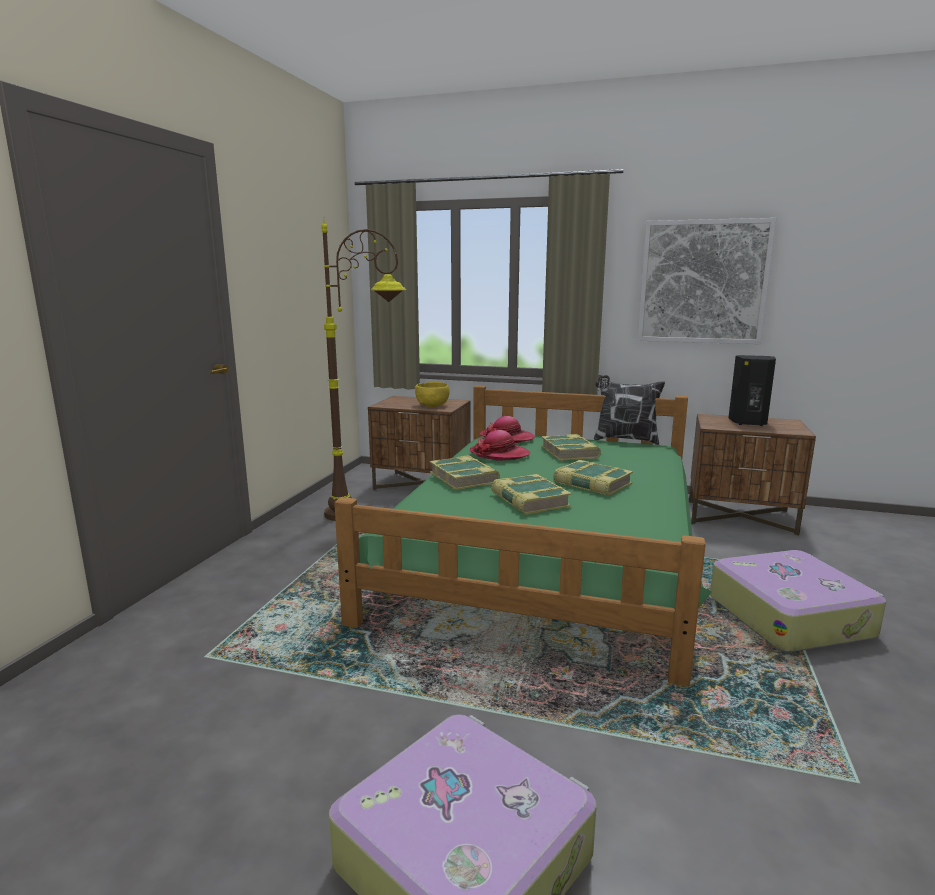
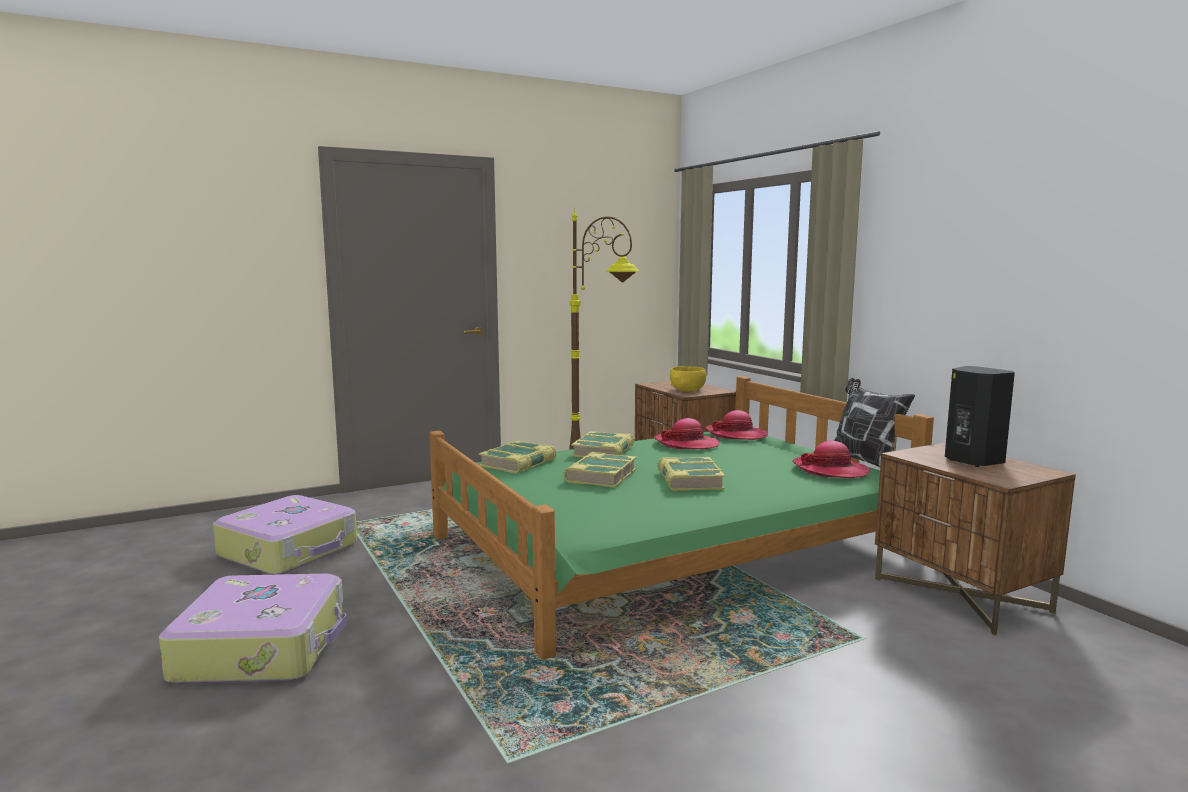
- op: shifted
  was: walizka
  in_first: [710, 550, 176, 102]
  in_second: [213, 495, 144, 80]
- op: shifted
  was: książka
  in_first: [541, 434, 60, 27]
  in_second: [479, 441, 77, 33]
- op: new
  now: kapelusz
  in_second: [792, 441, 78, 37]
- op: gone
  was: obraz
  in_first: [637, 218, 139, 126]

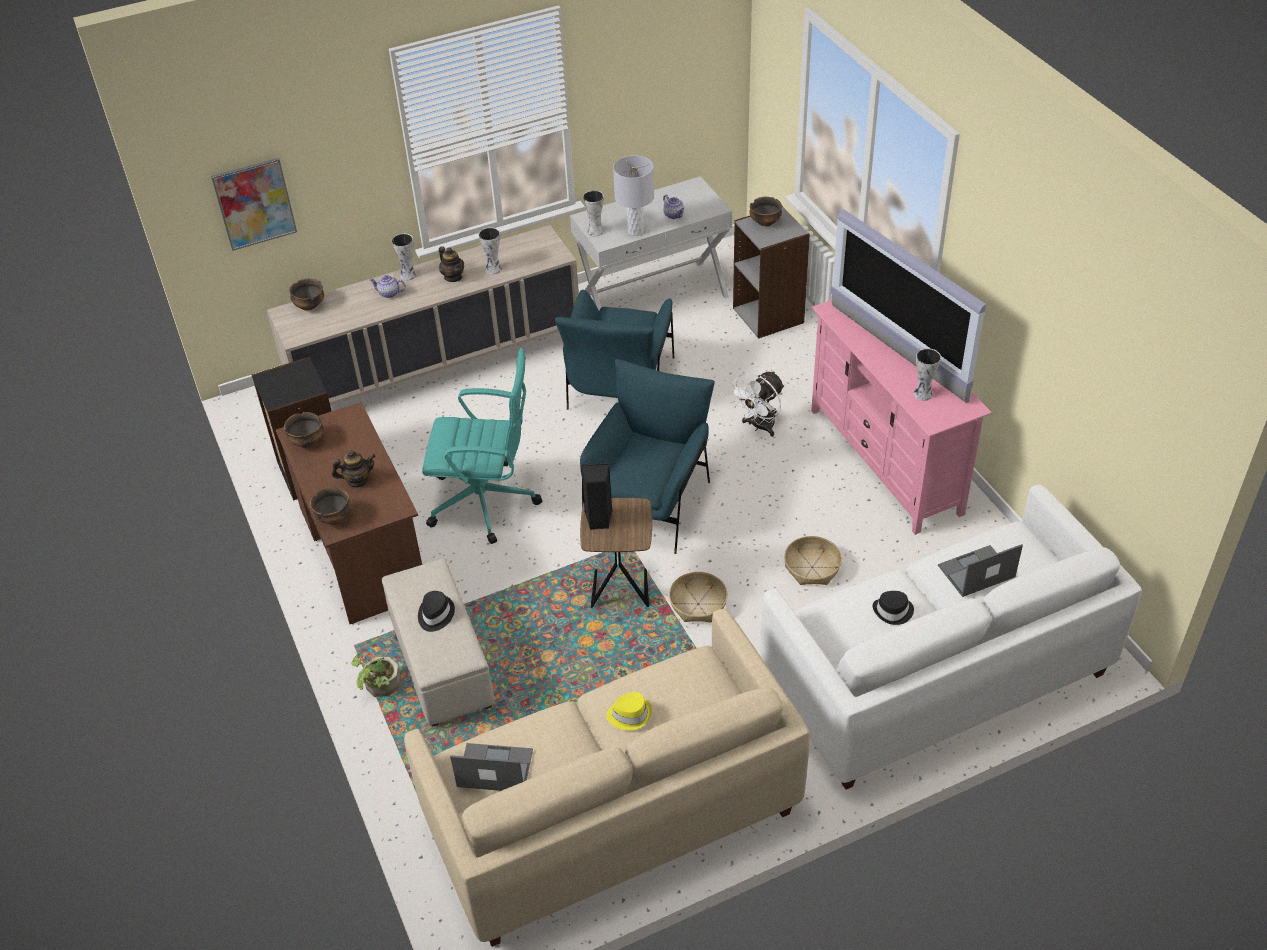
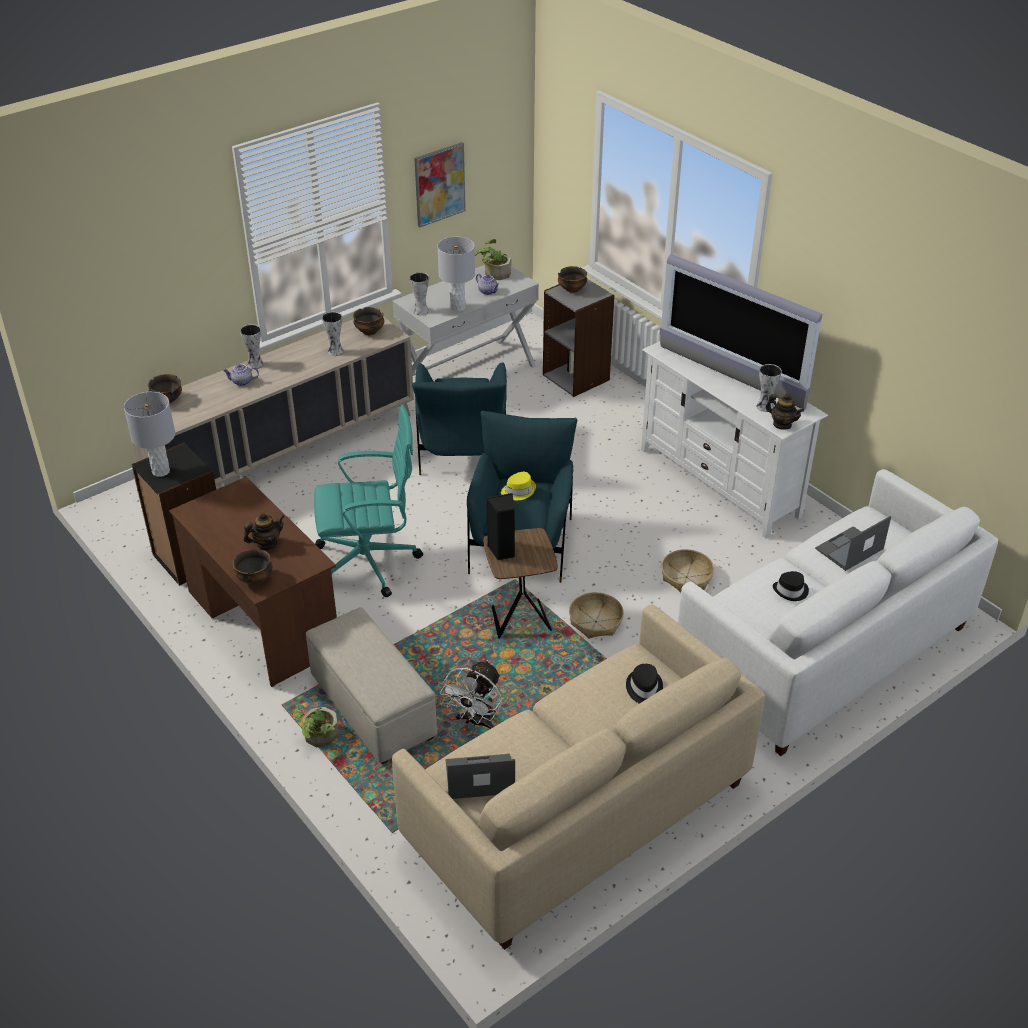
- op: new
  now: lampa stołowa/szary
  in_second: [124, 392, 51, 85]
- op: shifted
  was: miska
  in_first: [284, 412, 40, 36]
  in_second: [353, 307, 31, 28]
- op: shifted
  was: obraz
  in_first: [211, 158, 86, 93]
  in_second: [414, 142, 52, 85]
- op: shifted
  was: wentylator/biały
  in_first: [729, 371, 56, 66]
  in_second: [440, 660, 62, 69]
- op: new
  now: roślina doniczkowa
  in_second: [475, 239, 36, 41]
- op: shifted
  was: kapelusz/żółty
  in_first: [606, 692, 46, 39]
  in_second: [501, 472, 35, 28]
- op: shifted
  was: kapelusz/czarny
  in_first: [418, 591, 37, 41]
  in_second: [626, 664, 37, 40]
- op: repainted
  was: szafka pod telewizor/różowy
  now: szafka pod telewizor/biały
  in_first: [811, 300, 181, 235]
  in_second: [641, 341, 187, 197]
- op: shifted
  was: imbryk
  in_first: [439, 246, 25, 36]
  in_second: [766, 394, 38, 36]

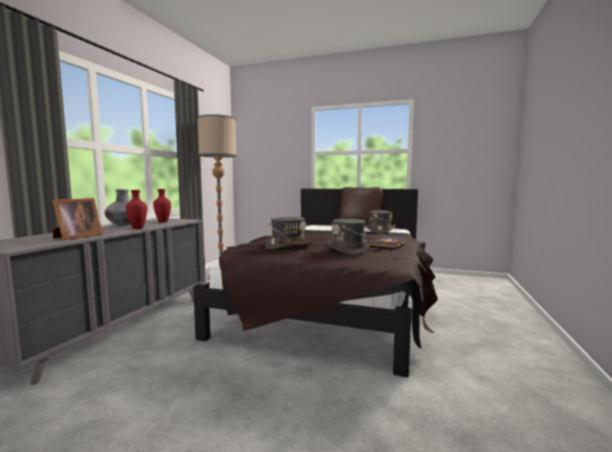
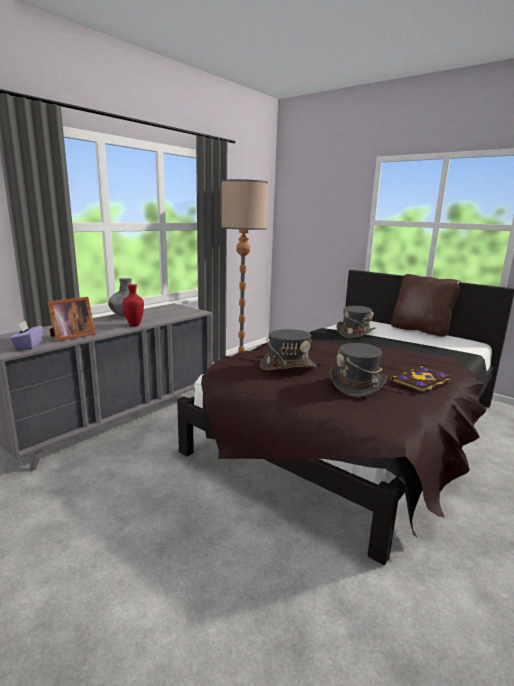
- op: new
  now: pudełko chusteczek/fioletowy
  in_second: [10, 321, 33, 29]
- op: shifted
  was: kapelusz/szary
  in_first: [365, 211, 30, 23]
  in_second: [337, 306, 38, 32]
- op: gone
  was: wazon/czerwony
  in_first: [153, 189, 18, 33]

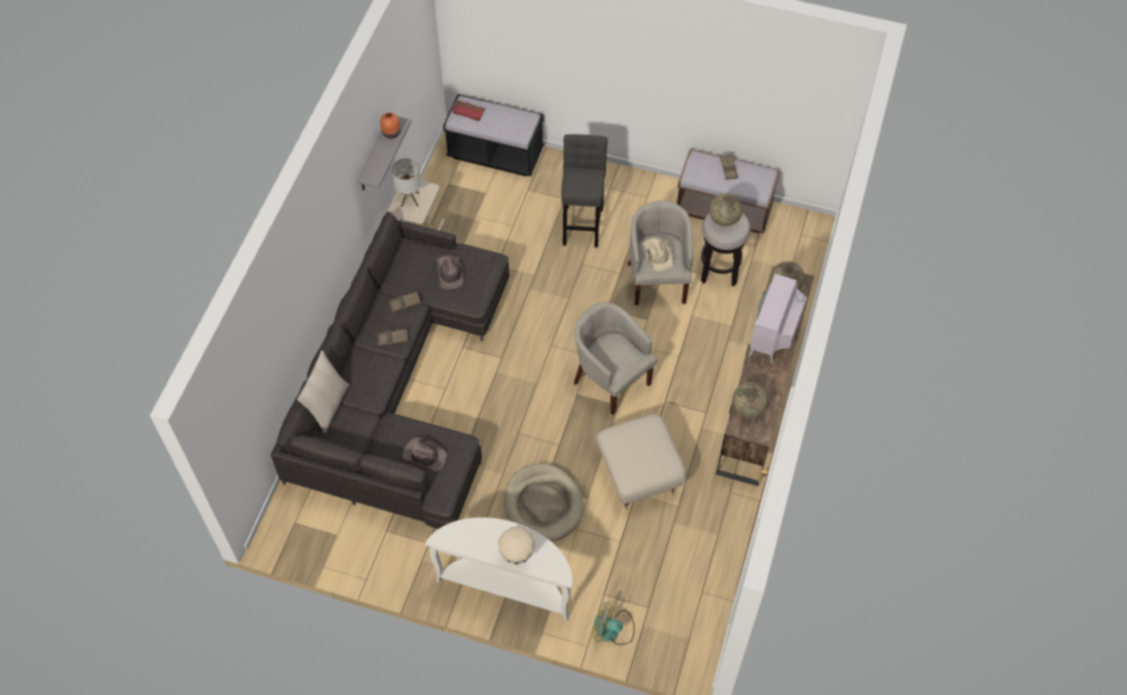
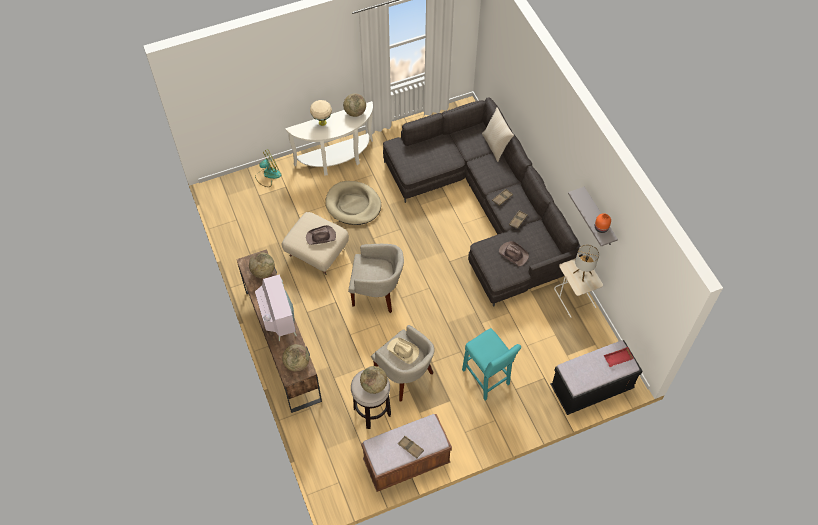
- op: shifted
  was: kapelusz/brązowy
  in_first: [403, 437, 44, 35]
  in_second: [306, 225, 30, 20]
- op: new
  now: globus
  in_second: [343, 93, 23, 24]
- op: repainted
  was: stołek/szary
  now: stołek/turkusowy
  in_first: [561, 134, 47, 114]
  in_second: [462, 328, 59, 73]

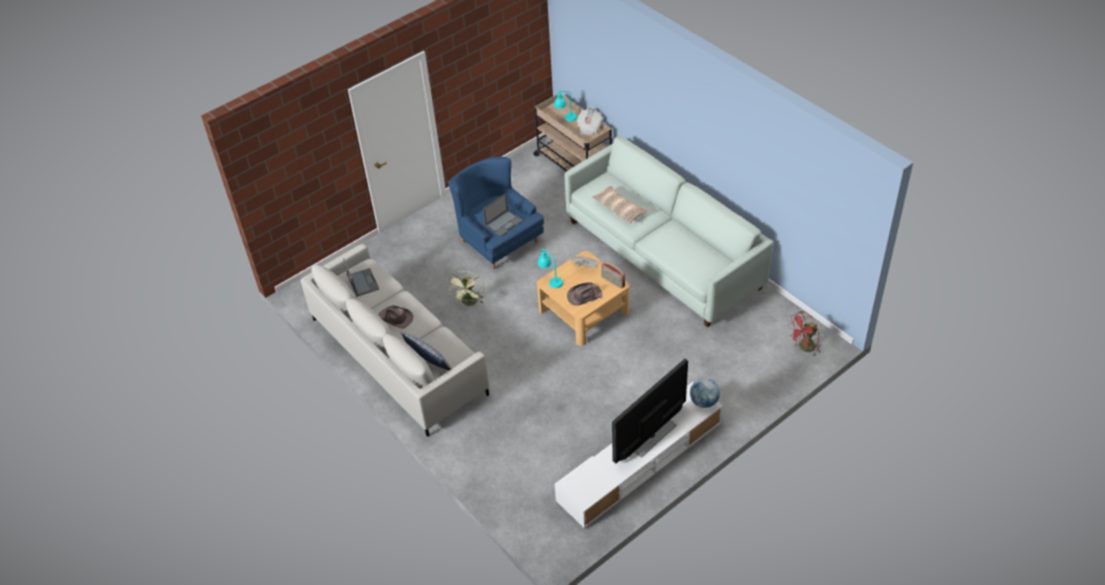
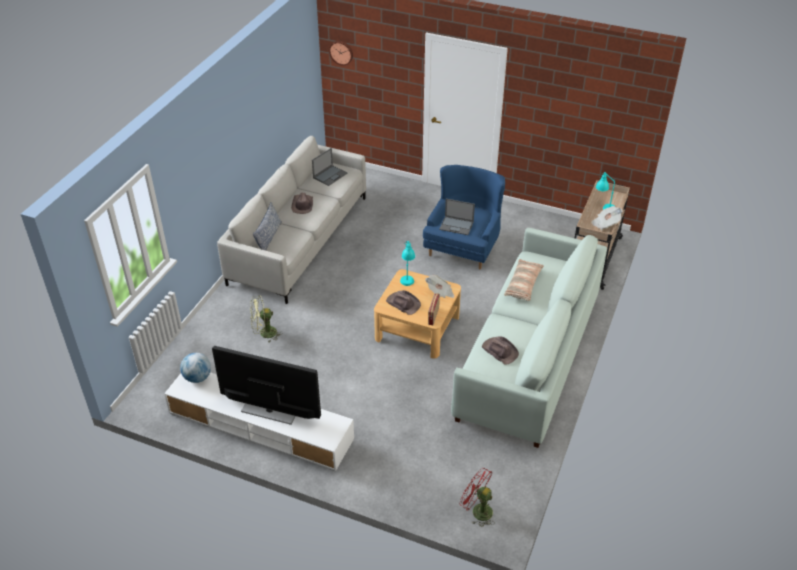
- op: shifted
  was: globus
  in_first: [690, 378, 30, 30]
  in_second: [180, 353, 31, 30]
- op: shifted
  was: wentylator/zielony
  in_first: [448, 271, 36, 35]
  in_second: [250, 295, 33, 48]
- op: new
  now: zegar ścienny
  in_second: [329, 41, 24, 25]
- op: new
  now: kapelusz/brązowy
  in_second: [482, 336, 37, 29]

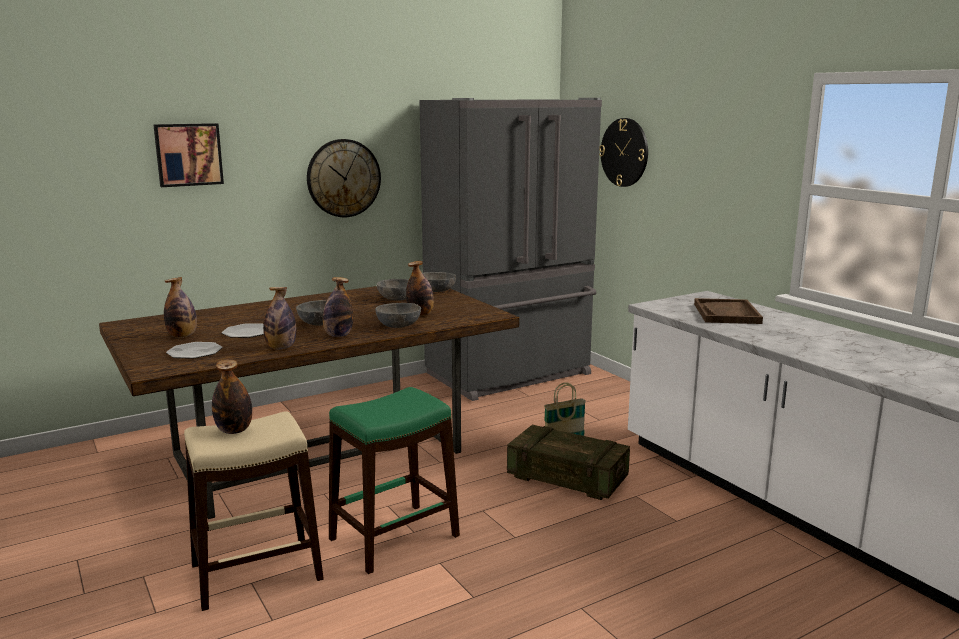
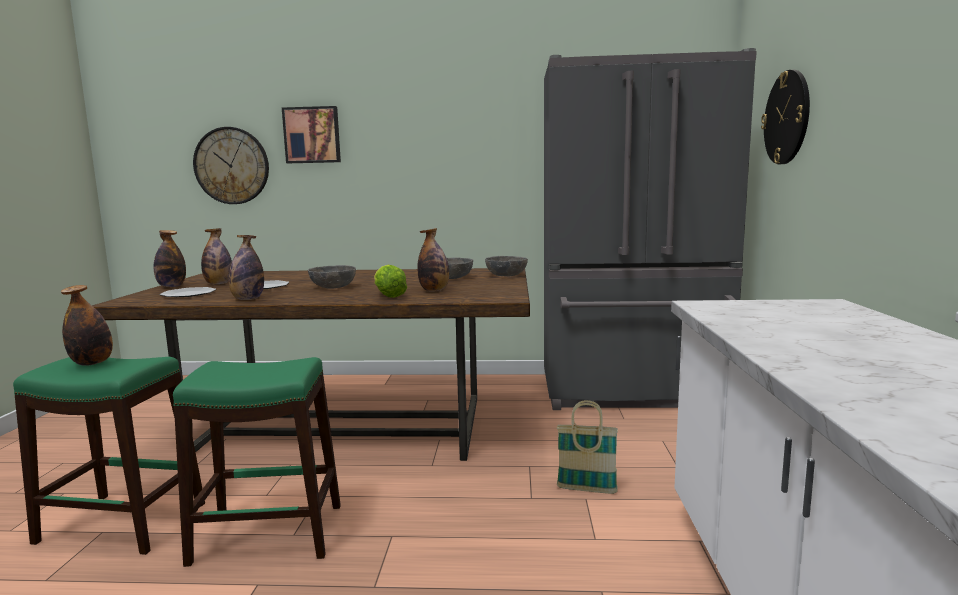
- op: repainted
  was: stołek/beżowy
  now: stołek/zielony
  in_first: [184, 411, 140, 200]
  in_second: [13, 357, 192, 198]
- op: shifted
  was: butelka
  in_first: [323, 277, 30, 60]
  in_second: [154, 230, 32, 57]
- op: shifted
  was: zegar ścienny
  in_first: [307, 139, 74, 78]
  in_second: [193, 127, 76, 77]
- op: swapped
  was: miska/szary
  now: sałata
  in_first: [375, 303, 46, 25]
  in_second: [374, 265, 33, 33]
- op: gone
  was: skrzynka
  in_first: [507, 425, 123, 75]
- op: gone
  was: taca/brązowy
  in_first: [694, 298, 69, 26]

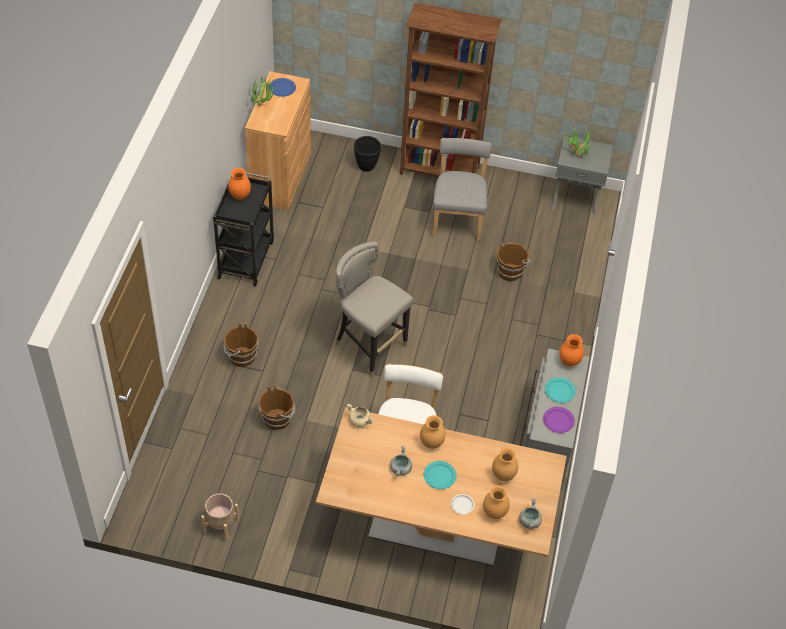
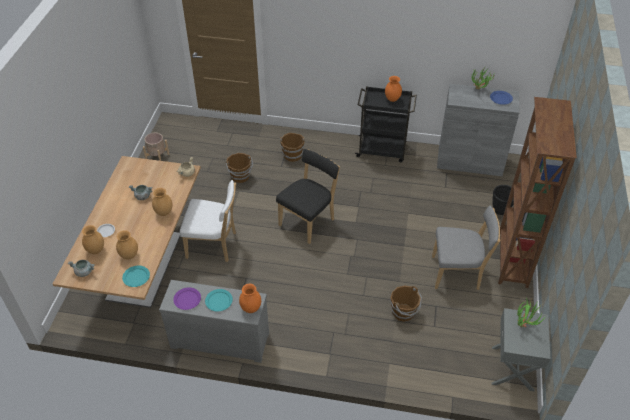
- op: shifted
  was: talerz/turkusowy
  in_first: [424, 461, 32, 28]
  in_second: [122, 266, 28, 21]
- op: swapped
  was: stołek/szary
  now: krzesło/czarny
  in_first: [335, 242, 79, 135]
  in_second: [276, 149, 64, 95]
- op: repainted
  was: szafka/brązowy
  now: szafka/szary
  in_first: [245, 71, 66, 139]
  in_second: [437, 84, 82, 92]

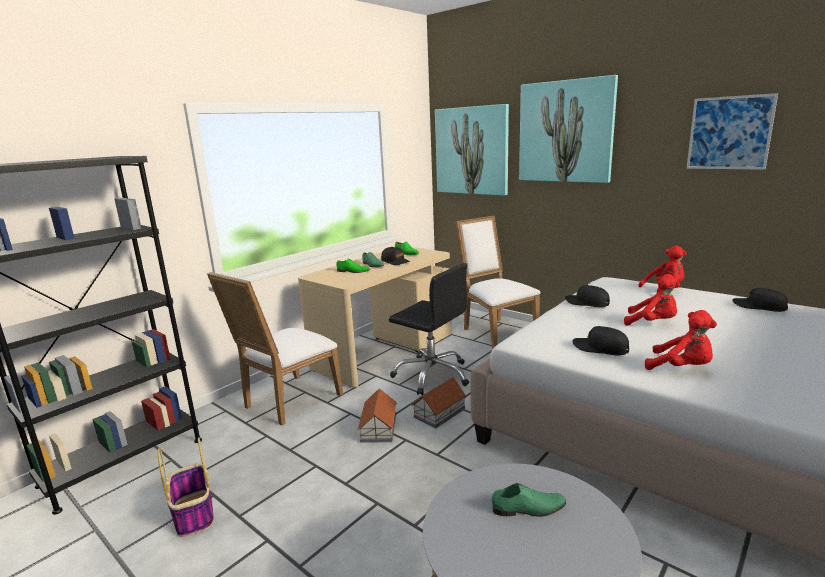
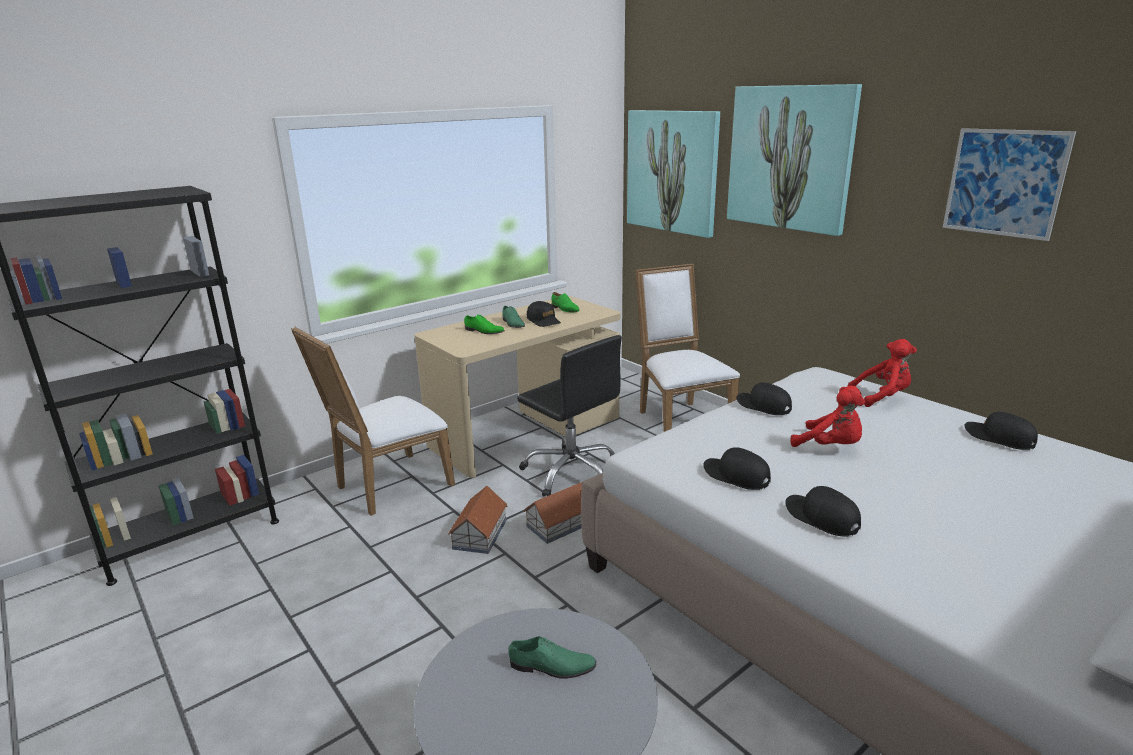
- op: swapped
  was: pluszak/czerwony
  now: czapka z daszkiem/czarny
  in_first: [645, 310, 72, 60]
  in_second: [785, 486, 76, 51]
- op: gone
  was: koszyk
  in_first: [158, 437, 56, 100]

